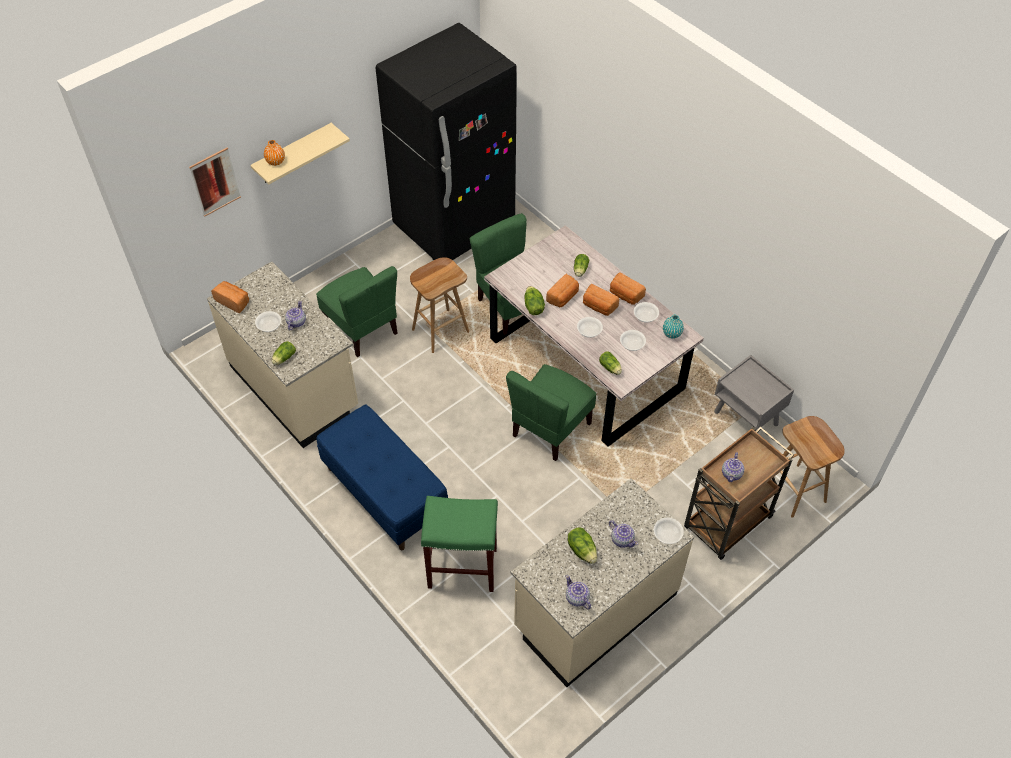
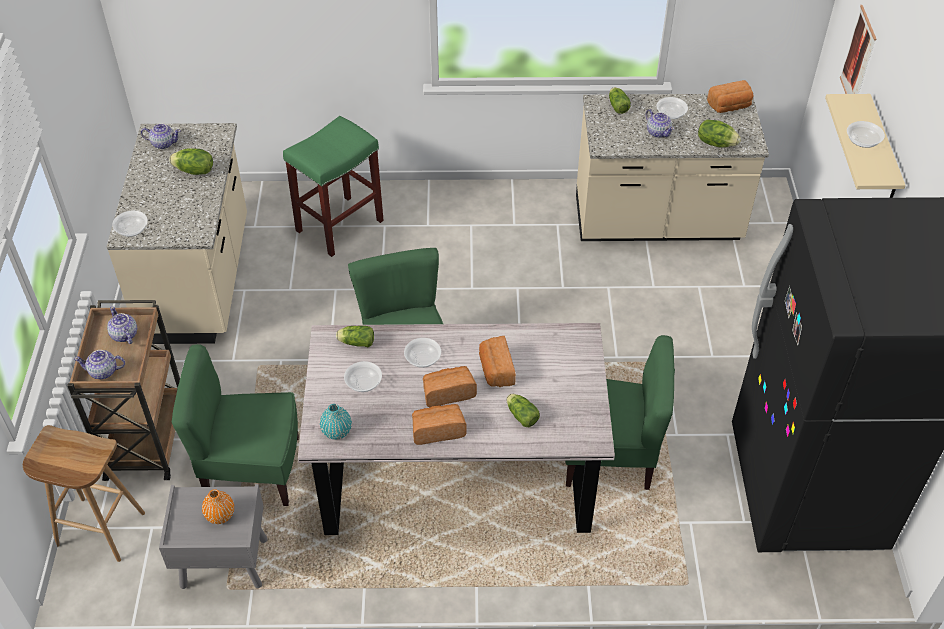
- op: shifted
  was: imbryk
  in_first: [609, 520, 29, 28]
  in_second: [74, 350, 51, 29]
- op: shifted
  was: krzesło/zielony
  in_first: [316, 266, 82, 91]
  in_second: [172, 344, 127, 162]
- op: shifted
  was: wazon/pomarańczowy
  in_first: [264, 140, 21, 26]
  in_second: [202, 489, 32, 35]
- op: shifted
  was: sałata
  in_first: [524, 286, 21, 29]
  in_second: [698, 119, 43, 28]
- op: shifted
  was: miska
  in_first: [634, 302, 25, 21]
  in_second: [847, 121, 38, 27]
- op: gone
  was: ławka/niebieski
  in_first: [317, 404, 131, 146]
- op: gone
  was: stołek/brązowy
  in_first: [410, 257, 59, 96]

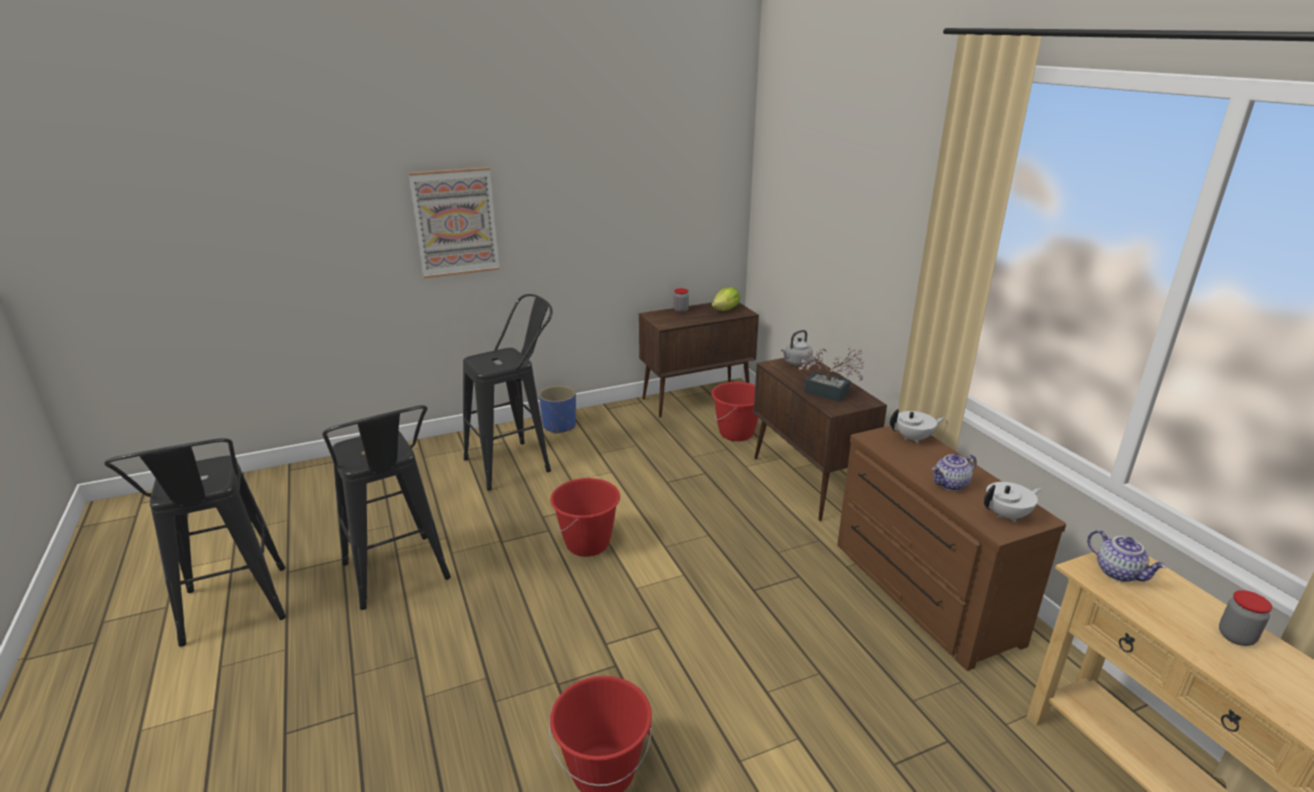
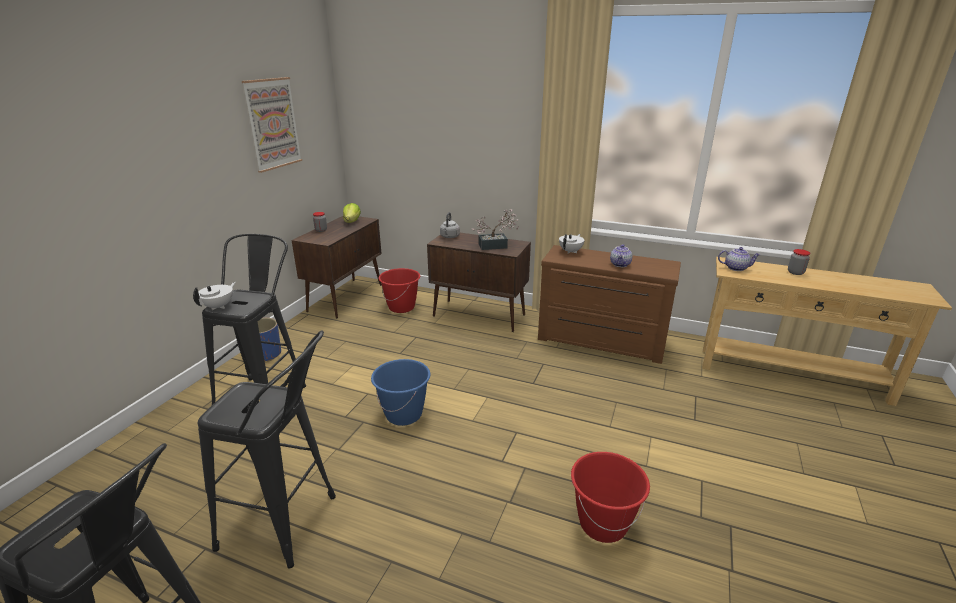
- op: shifted
  was: imbryk/biały
  in_first: [984, 482, 58, 40]
  in_second: [193, 282, 43, 28]
- op: shifted
  was: obraz
  in_first: [409, 167, 91, 111]
  in_second: [242, 77, 60, 96]
- op: repainted
  was: wiadro/czerwony
  now: wiadro/niebieski
  in_first: [550, 478, 70, 79]
  in_second: [371, 359, 59, 67]

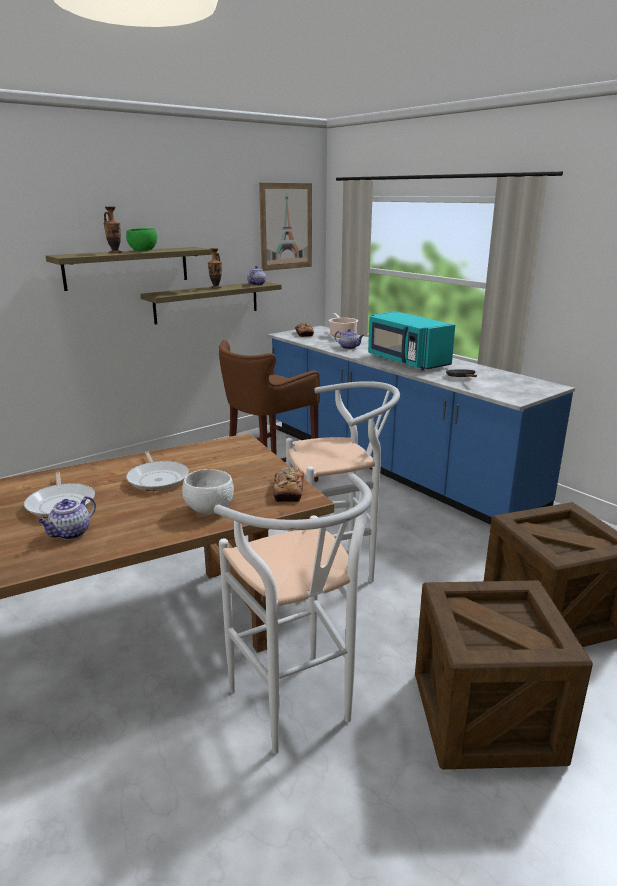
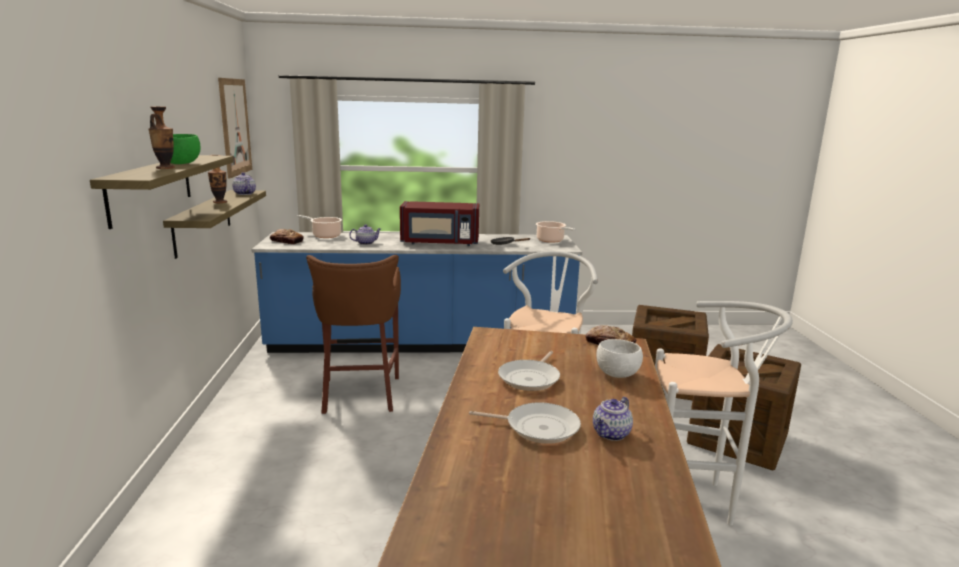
- op: repainted
  was: mikrofalówka/turkusowy
  now: mikrofalówka/czerwony
  in_first: [368, 311, 87, 59]
  in_second: [400, 201, 79, 45]
- op: rotated
  was: patelnia
  in_first: [126, 451, 63, 40]
  in_second: [498, 351, 62, 40]
  clockwise: 105
- op: new
  now: garnek
  in_second: [536, 221, 40, 22]
- op: rotated
  was: imbryk
  in_first: [38, 496, 58, 44]
  in_second: [593, 397, 40, 44]
  clockwise: 60

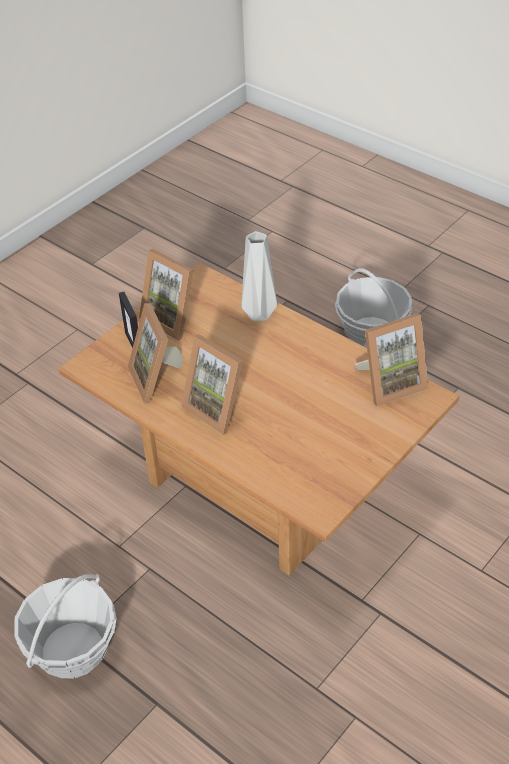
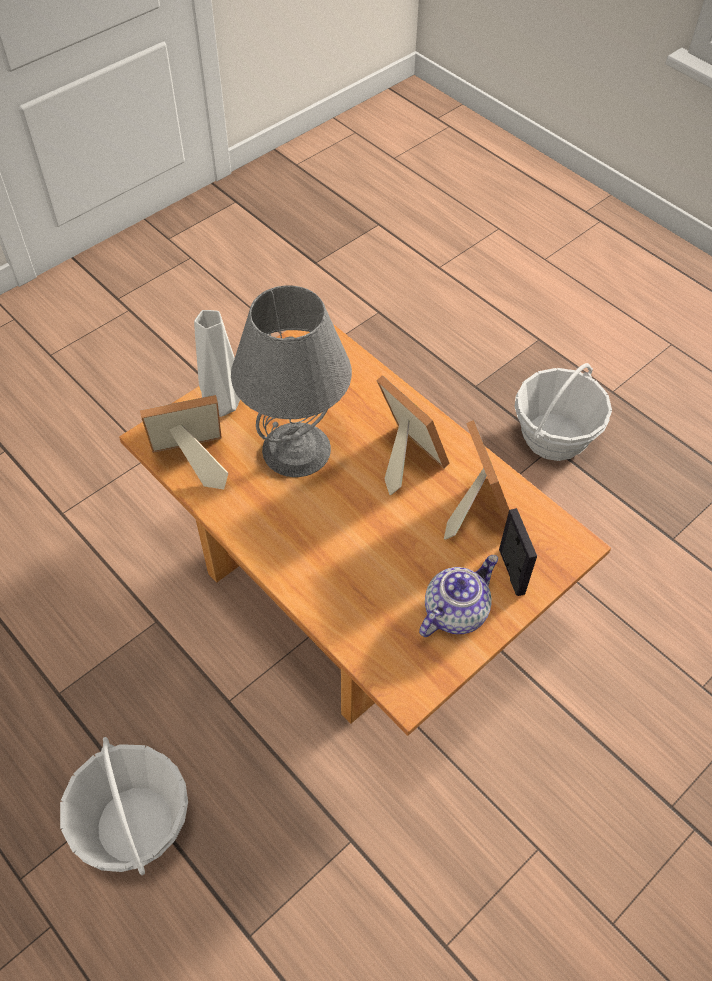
- op: shifted
  was: wazon/szary
  in_first: [241, 231, 36, 90]
  in_second: [194, 310, 46, 107]
- op: new
  now: lampa stołowa/szary
  in_second: [231, 285, 121, 192]
- op: swapped
  was: ramka na zdjęcie
  now: imbryk
  in_first: [139, 249, 54, 91]
  in_second: [419, 555, 79, 82]

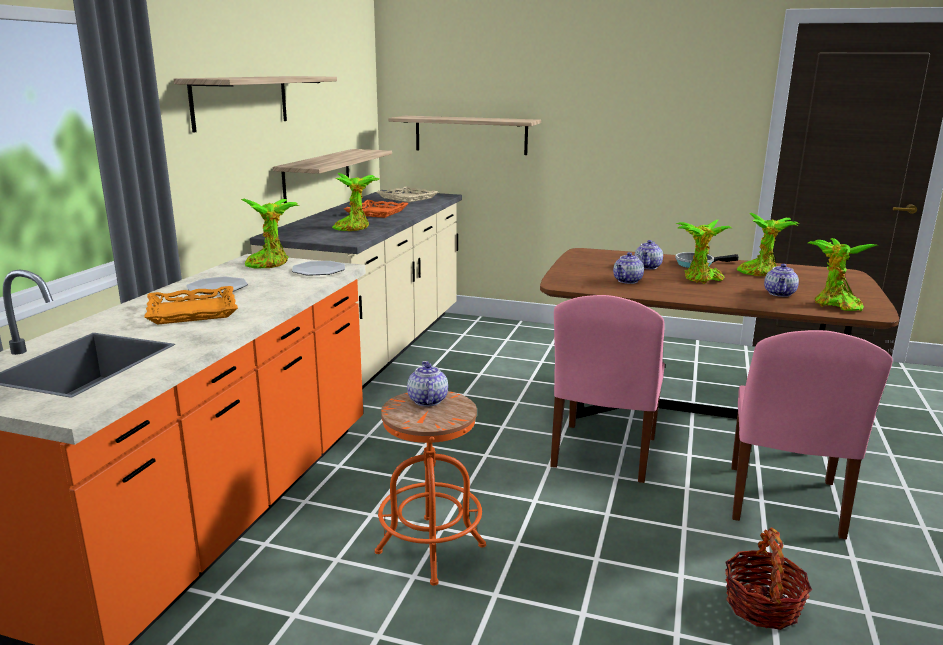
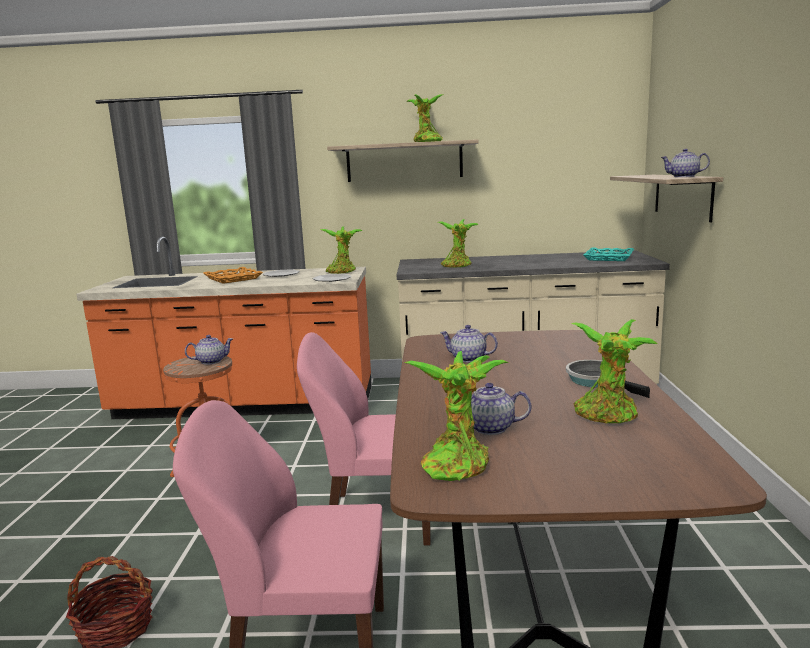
- op: shifted
  was: roślina doniczkowa
  in_first: [676, 220, 56, 64]
  in_second: [406, 94, 37, 48]
- op: repainted
  was: taca/beżowy
  now: taca/turkusowy
  in_first: [377, 186, 61, 16]
  in_second: [583, 248, 51, 13]
- op: shifted
  was: imbryk
  in_first: [634, 240, 29, 29]
  in_second: [661, 149, 49, 28]
- op: gone
  was: półka
  in_first: [273, 149, 119, 54]
- op: gone
  was: taca/pomarańczowy
  in_first: [344, 200, 65, 18]

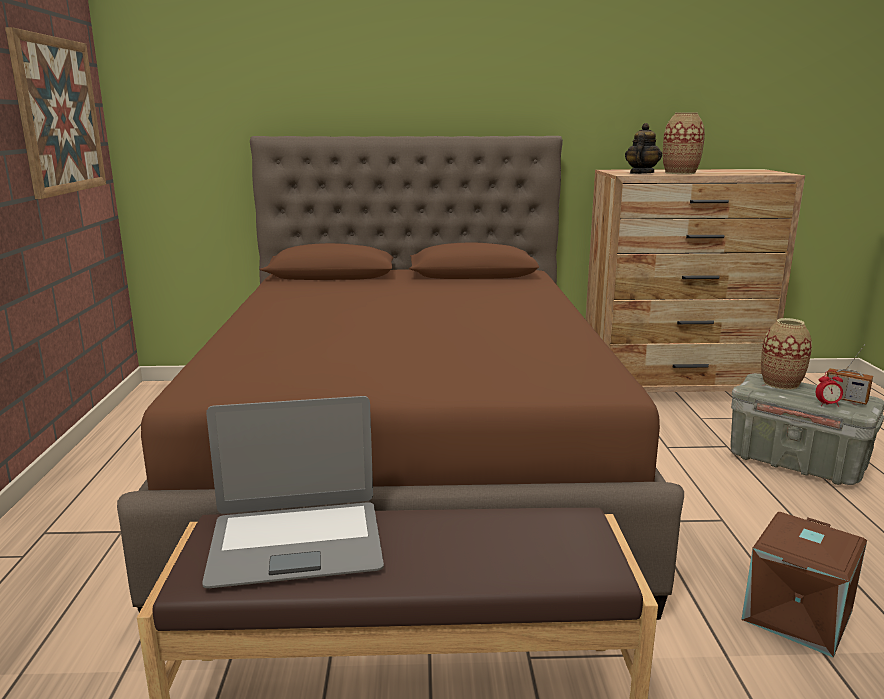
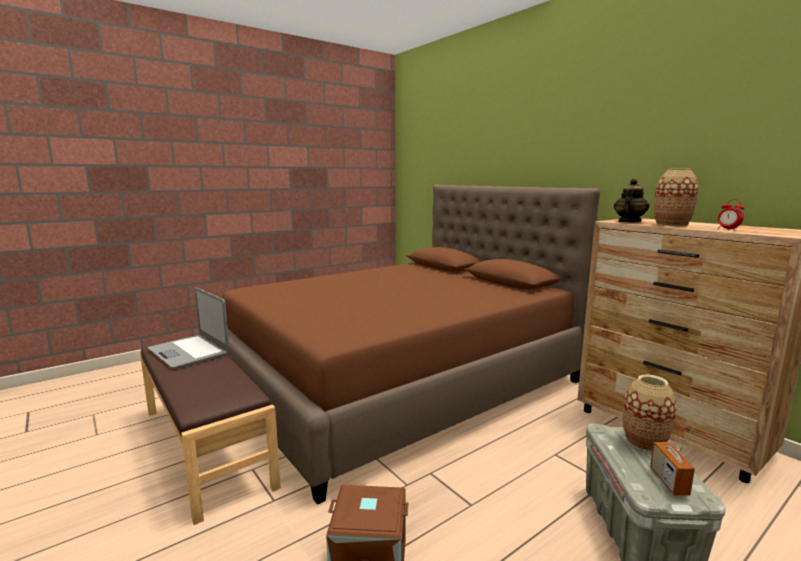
- op: rotated
  was: imbryk
  in_first: [625, 123, 37, 51]
  in_second: [614, 178, 36, 44]
  clockwise: -45
- op: shifted
  was: budzik
  in_first: [816, 371, 27, 36]
  in_second: [718, 199, 26, 31]
- op: gone
  was: obraz
  in_first: [5, 27, 101, 172]

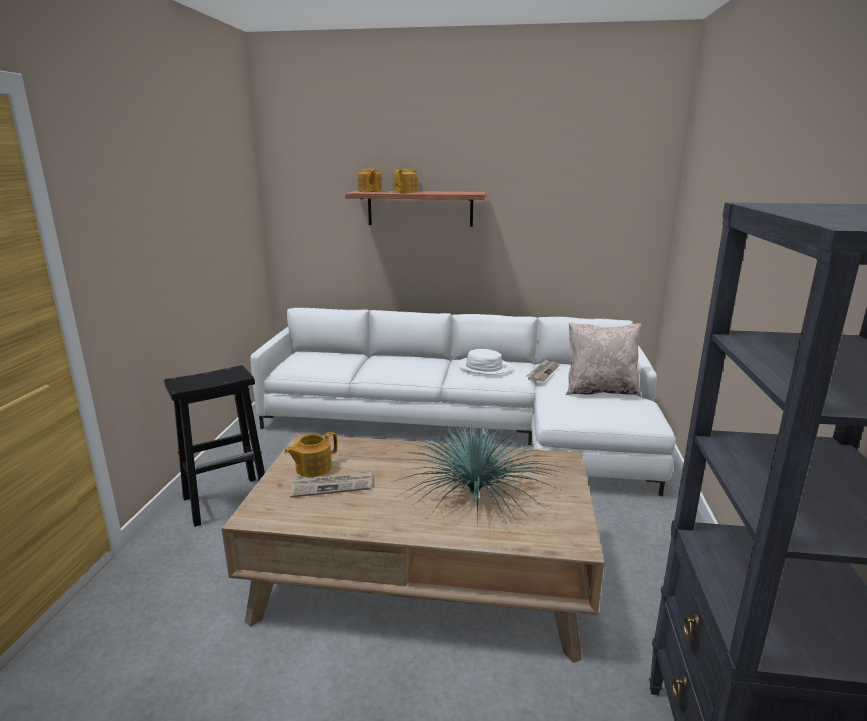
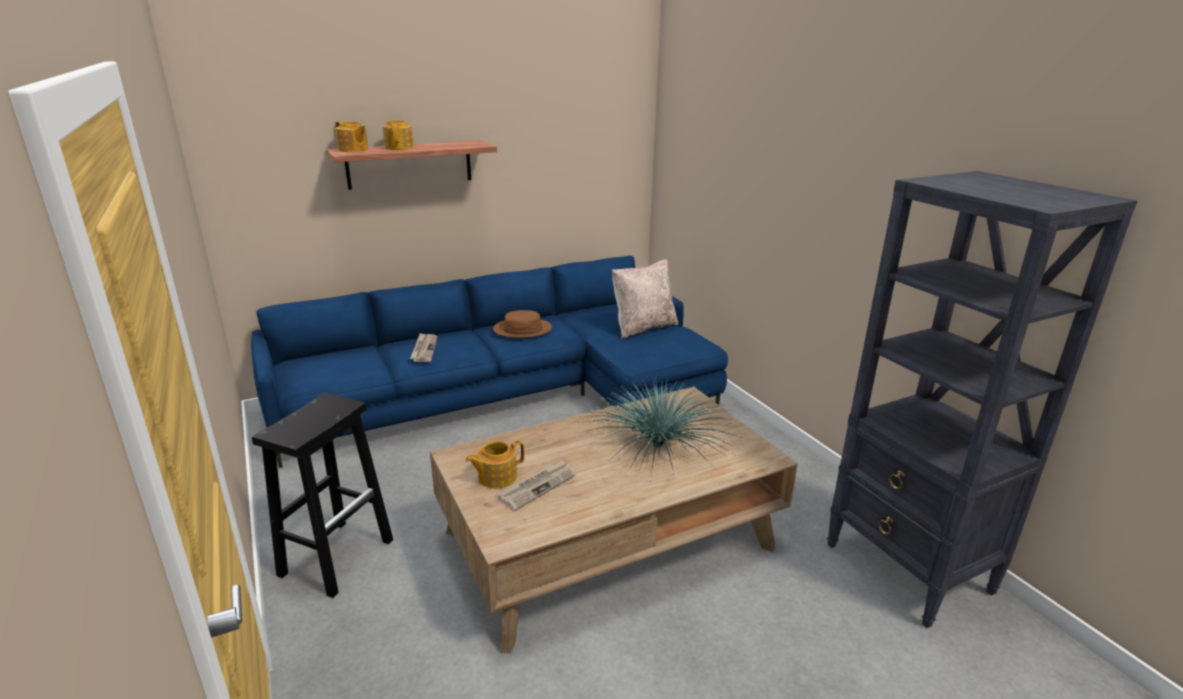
- op: repainted
  was: kanapa/biały
  now: kanapa/niebieski
  in_first: [250, 308, 426, 188]
  in_second: [251, 256, 477, 212]
- op: shifted
  was: gazeta
  in_first: [526, 359, 33, 24]
  in_second: [410, 333, 27, 29]
- op: rotated
  was: imbryk
  in_first: [284, 432, 53, 45]
  in_second: [465, 440, 60, 49]
  clockwise: 45
- op: repainted
  was: kapelusz/biały
  now: kapelusz/brązowy
  in_first: [457, 349, 55, 26]
  in_second: [493, 310, 59, 28]

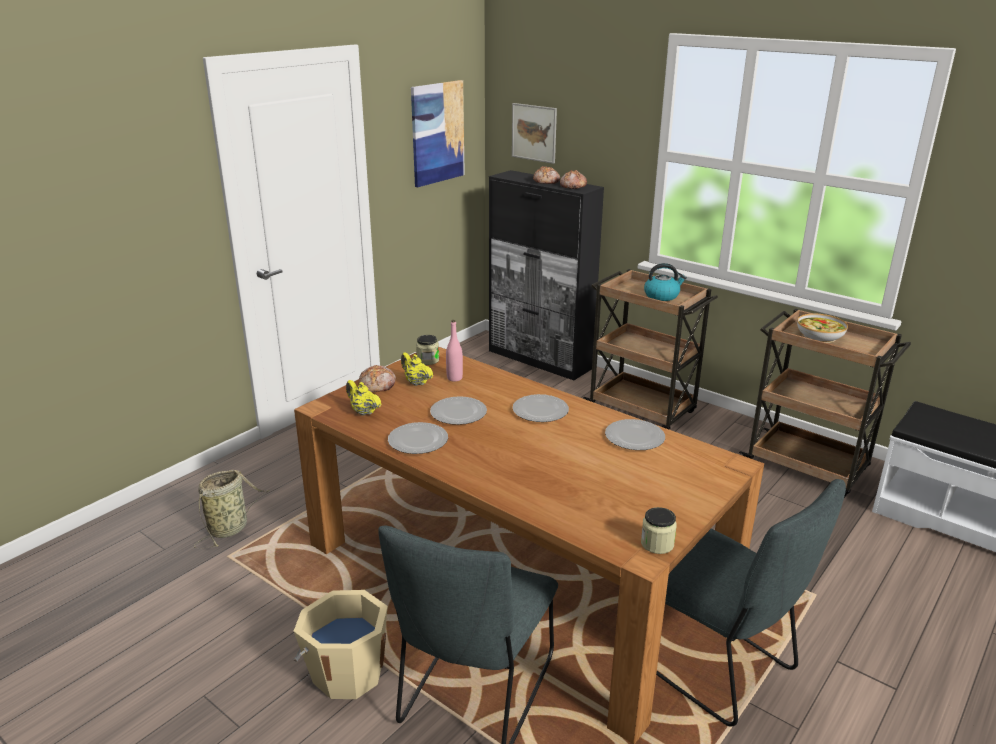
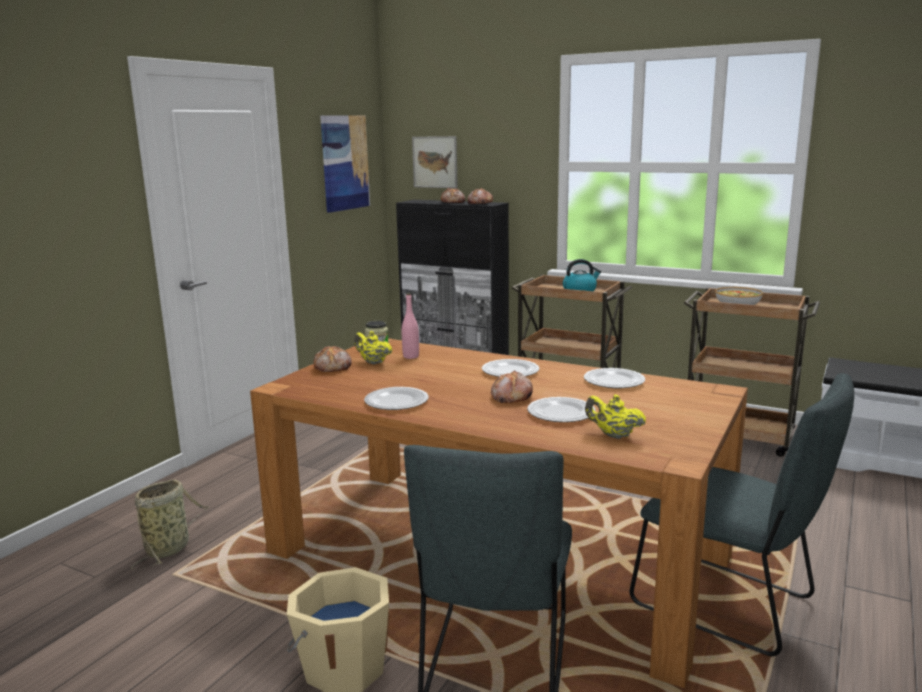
- op: new
  now: chleb
  in_second: [491, 370, 42, 33]
- op: shifted
  was: talerz
  in_first: [430, 396, 57, 29]
  in_second: [527, 397, 69, 25]
- op: shifted
  was: imbryk/żółty
  in_first: [346, 380, 36, 35]
  in_second: [585, 394, 61, 45]
- op: gone
  was: słoik
  in_first: [641, 507, 36, 47]

